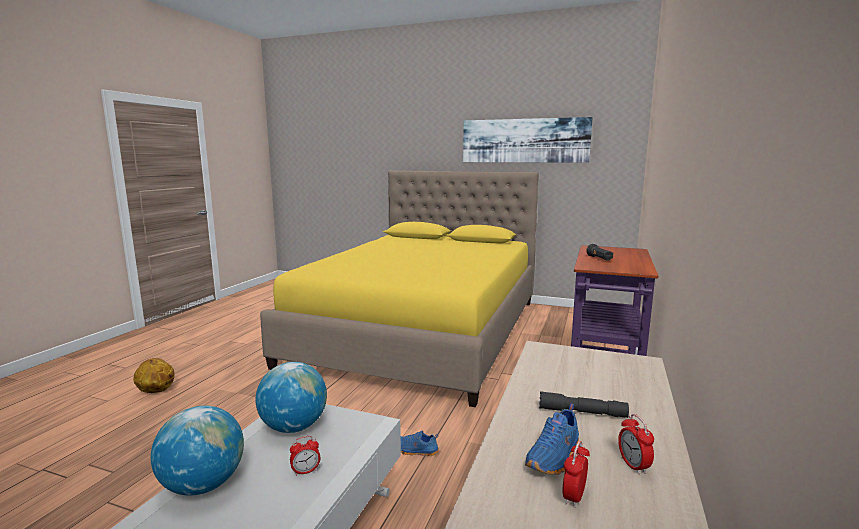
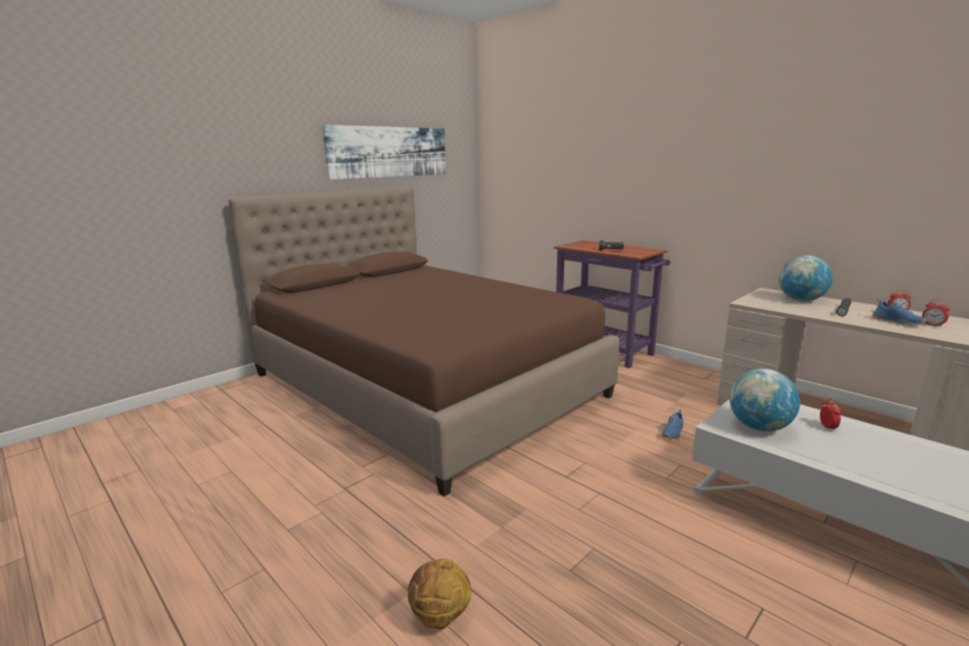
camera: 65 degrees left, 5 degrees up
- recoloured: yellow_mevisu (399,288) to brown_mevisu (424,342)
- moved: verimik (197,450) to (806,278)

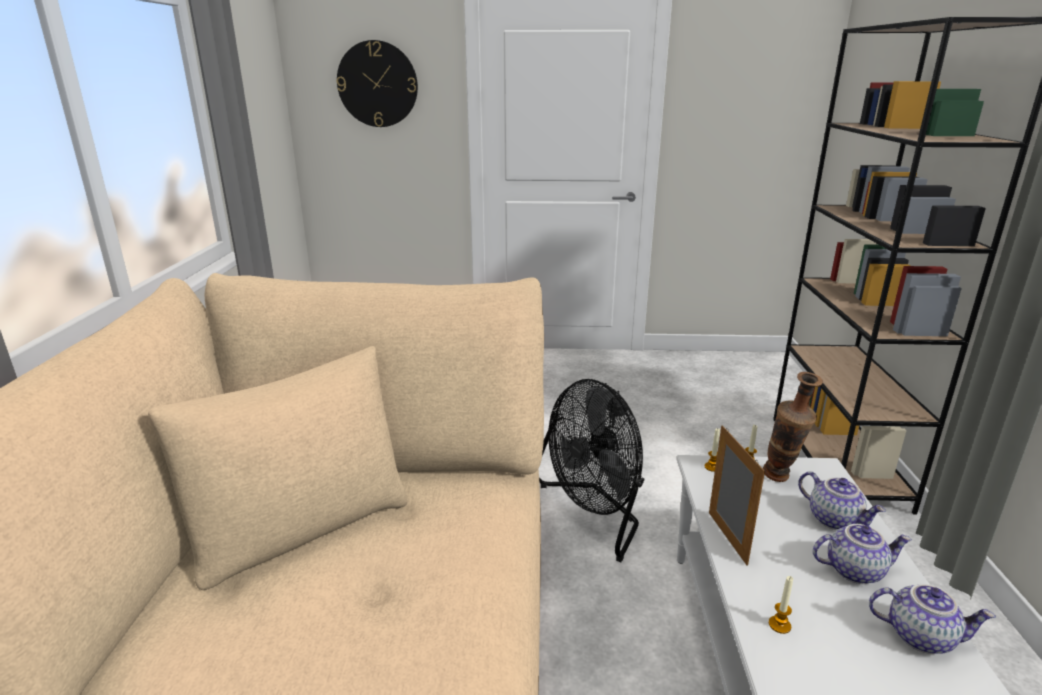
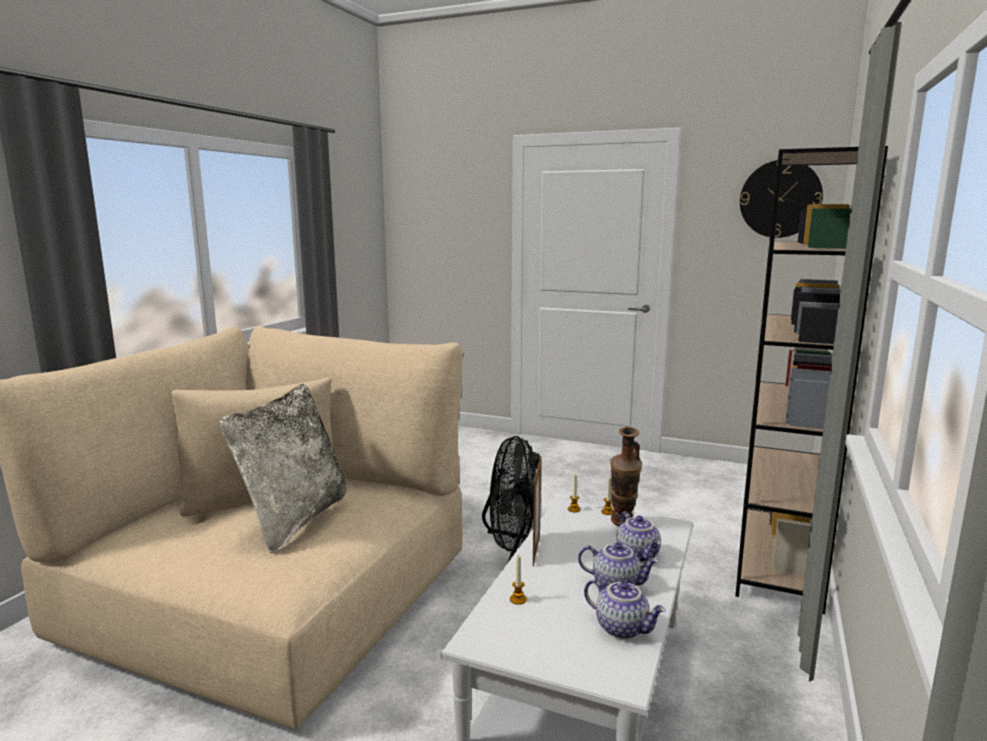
camera: 20 degrees right, 10 degrees down
- added: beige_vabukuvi (283,468)
- moved: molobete (377,83) to (781,199)

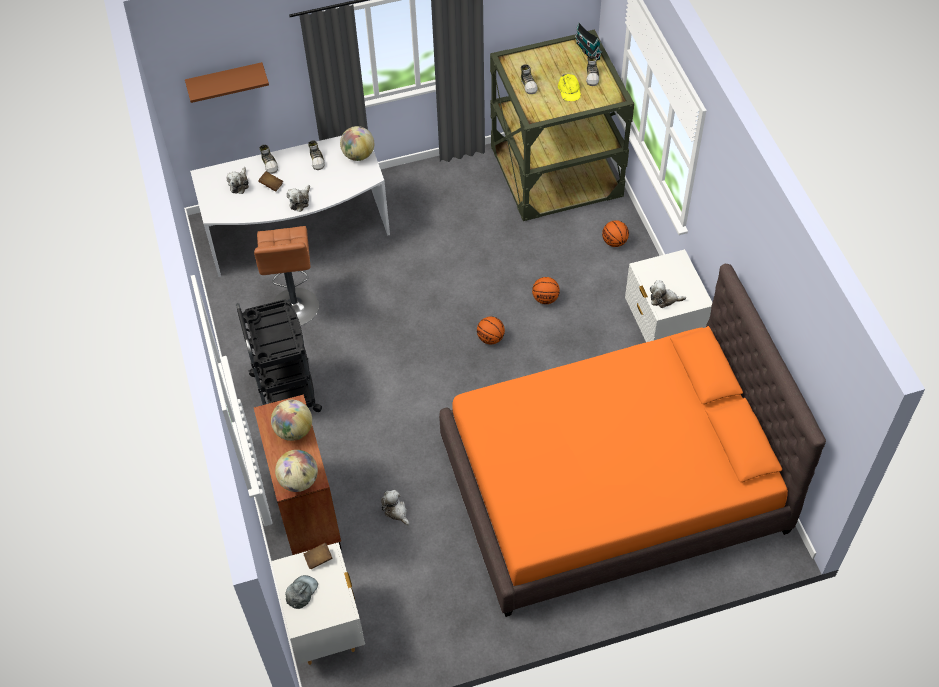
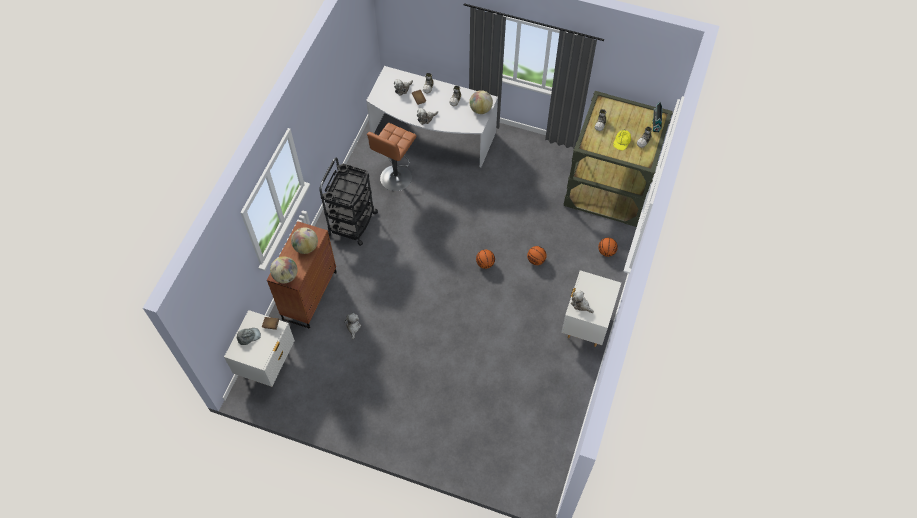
camera: 35 degrees right, 5 degrees up
- removed: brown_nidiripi (227,82)
- removed: orange_mevisu (632,440)

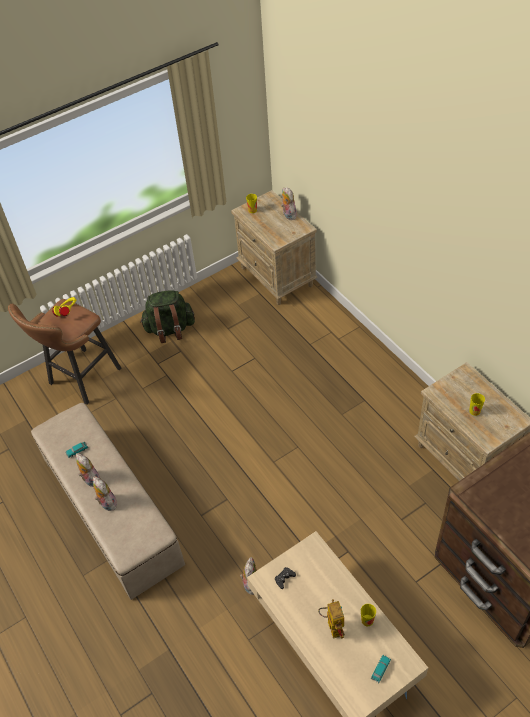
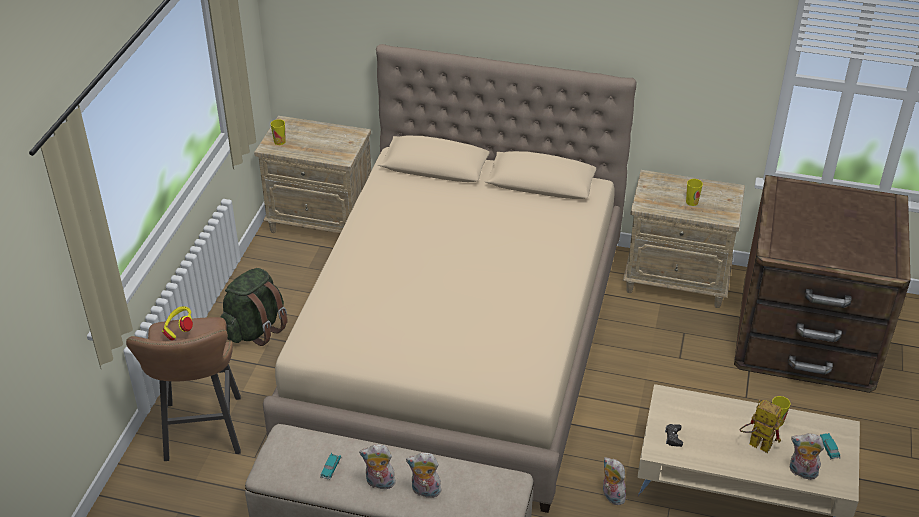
camera: 45 degrees left, 10 degrees down
- added: beige_mevisu (449,278)
- moved: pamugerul (289,203) to (807,456)

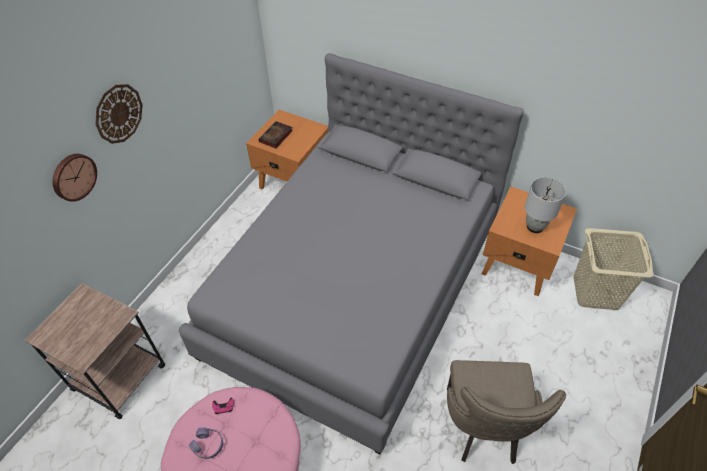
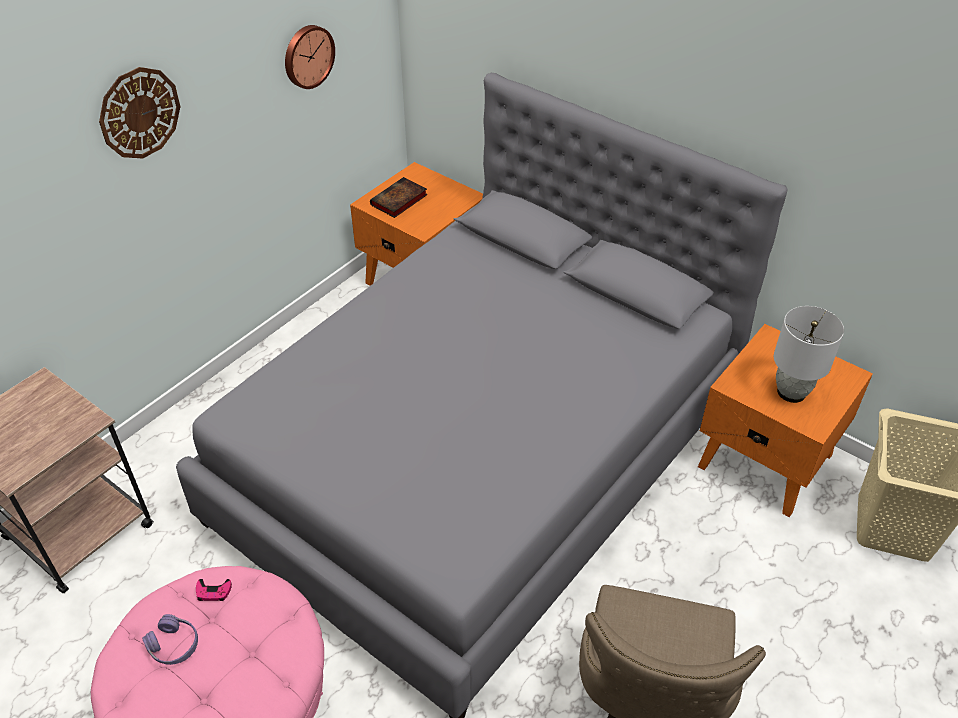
camera: 10 degrees right, 5 degrees down
- moved: molobete (75,178) to (310,57)

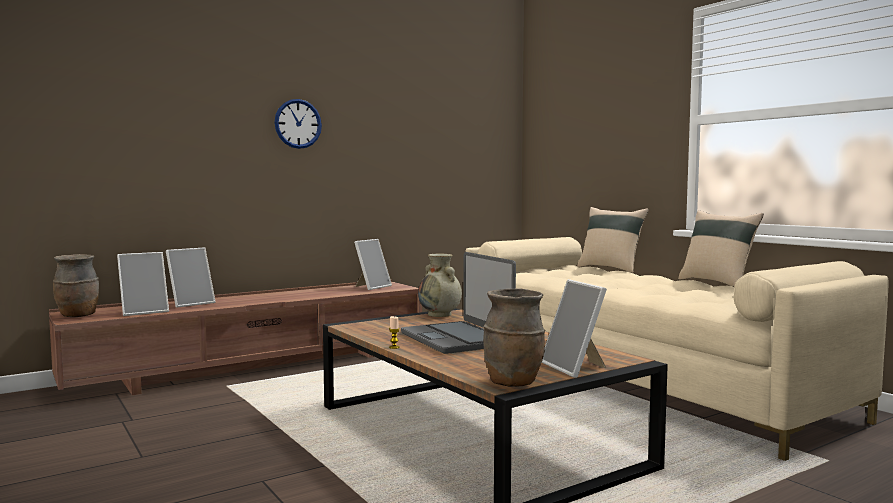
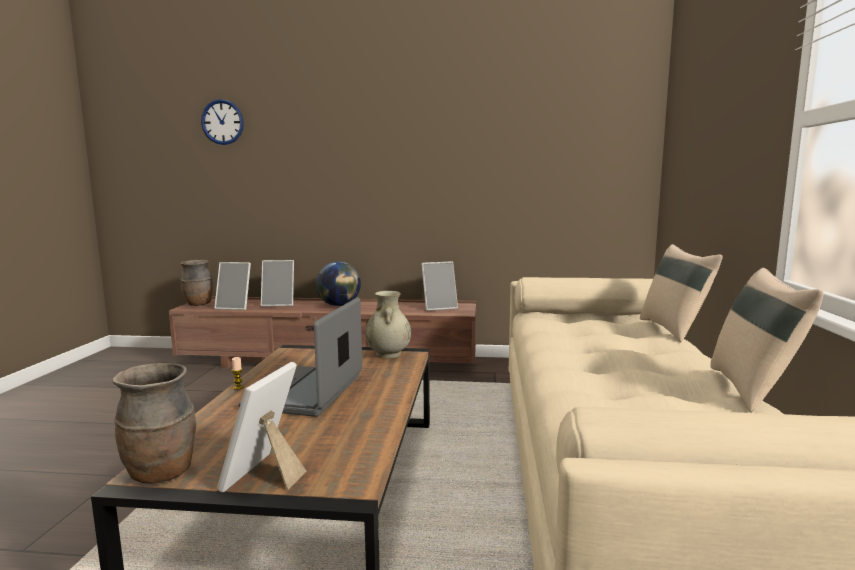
camera: 40 degrees right, 5 degrees up
- moved: molobete (298,124) to (222,122)
- added: verimik (338,284)

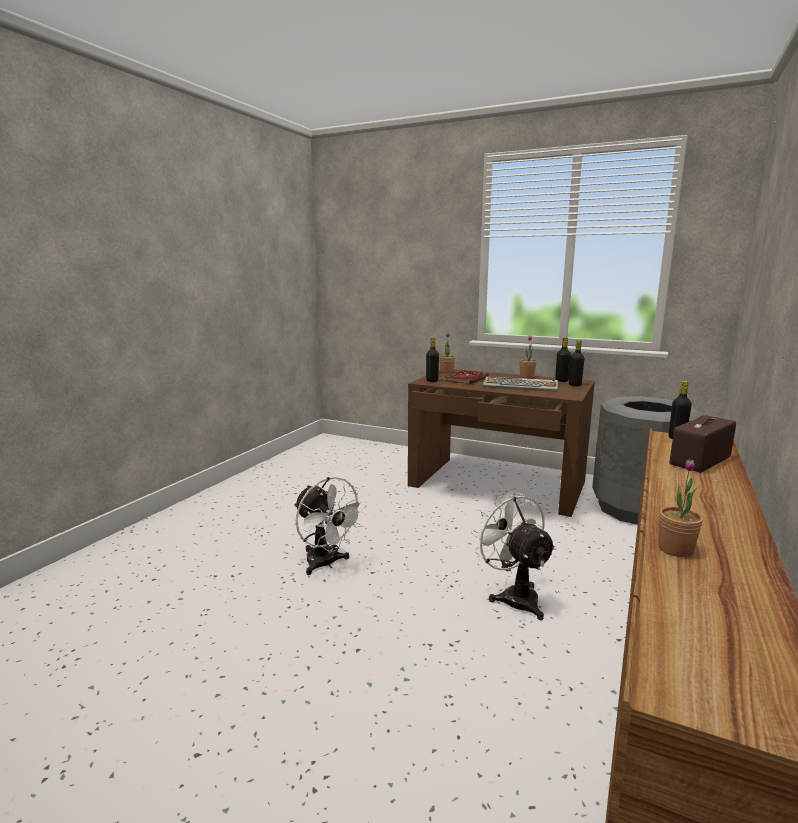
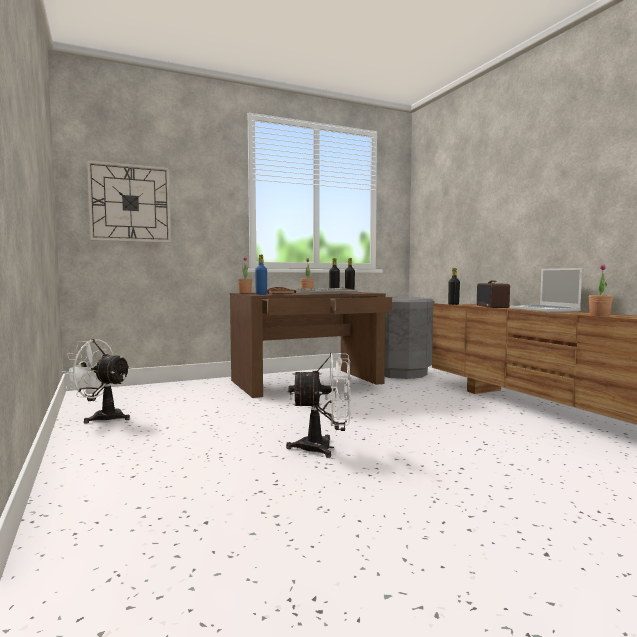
camera: 50 degrees left, 10 degrees down
- moved: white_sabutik (514,555) to (96,381)
- added: molobete (129,201)
- recoloured: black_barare (432,360) to blue_barare (261,275)
- added: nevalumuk (546,290)

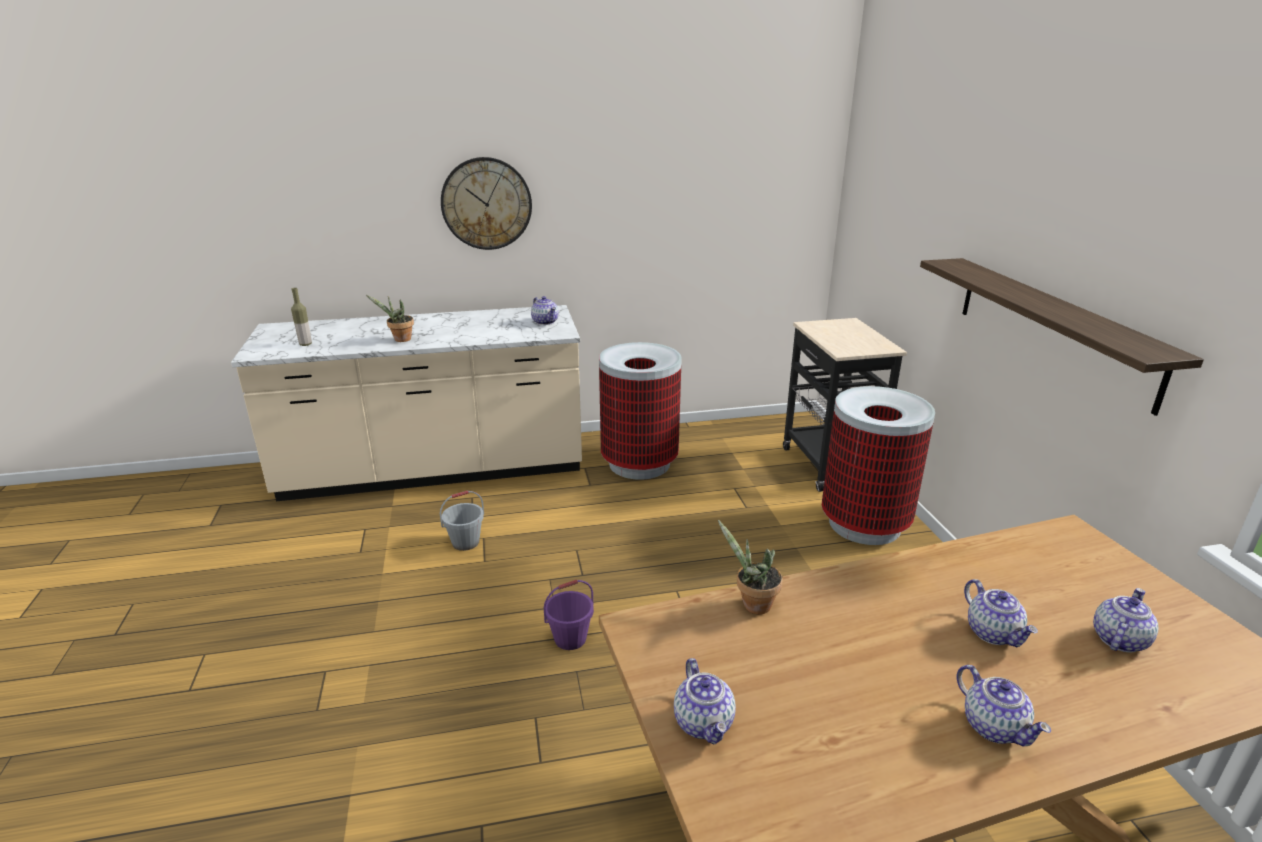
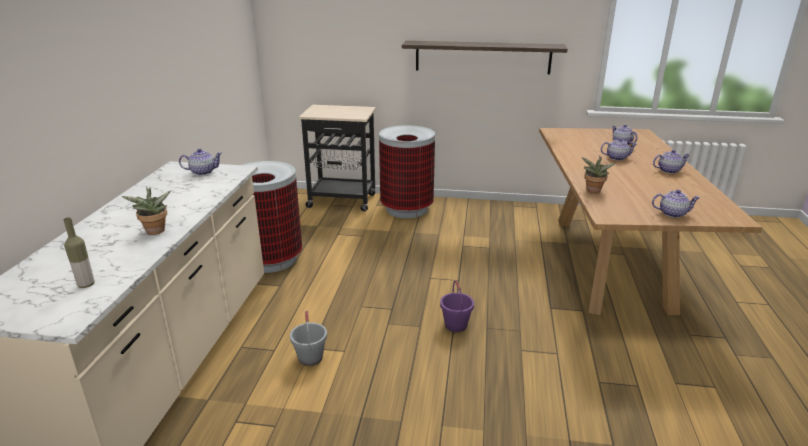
camera: 70 degrees left, 0 degrees up
- removed: molobete (486,203)

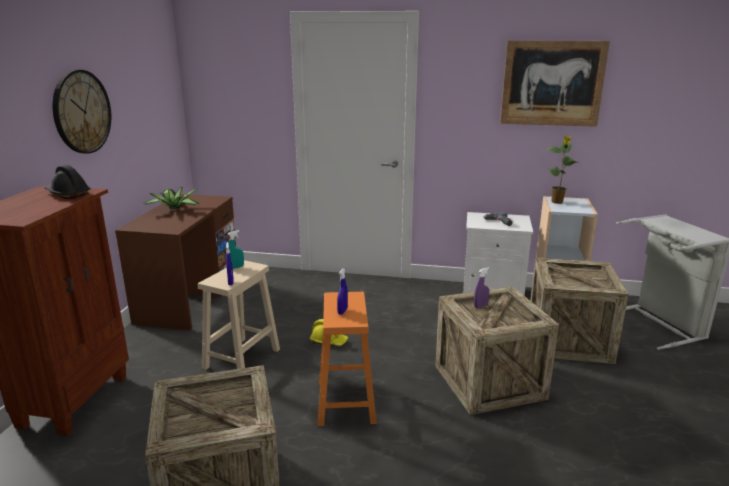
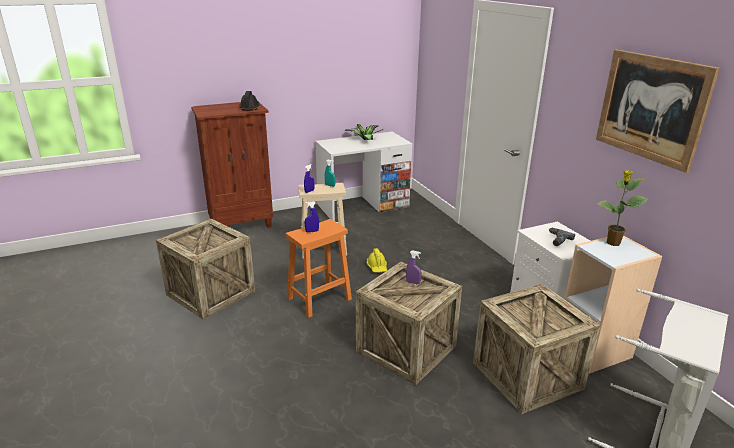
camera: 55 degrees right, 5 degrees up
- recoloured: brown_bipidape (175,262) to white_bipidape (364,176)
- removed: molobete (82,112)

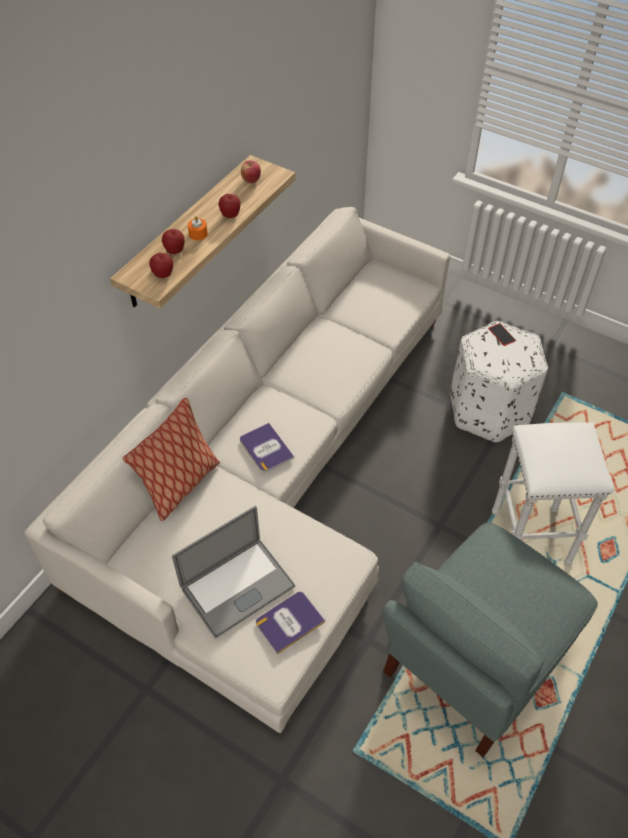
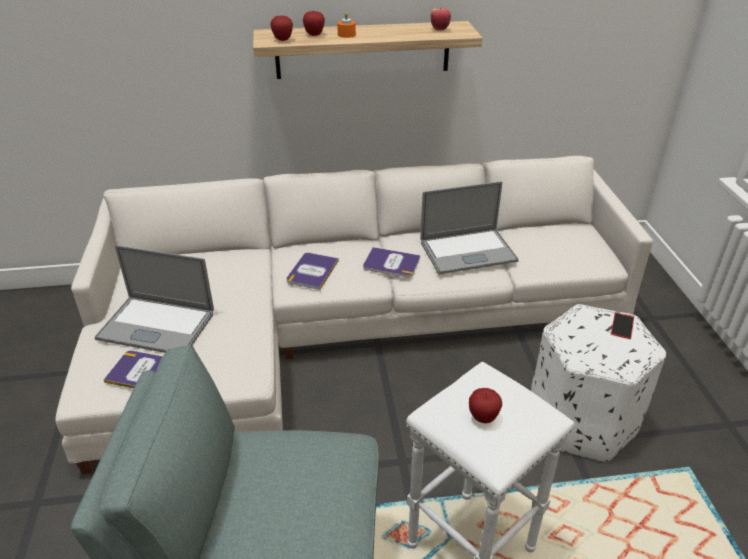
camera: 50 degrees right, 15 degrees down
- added: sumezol (391,262)
- added: nevalumuk (469,227)
- moved: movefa (229,206) to (485,405)
- removed: vabukuvi (171,459)

